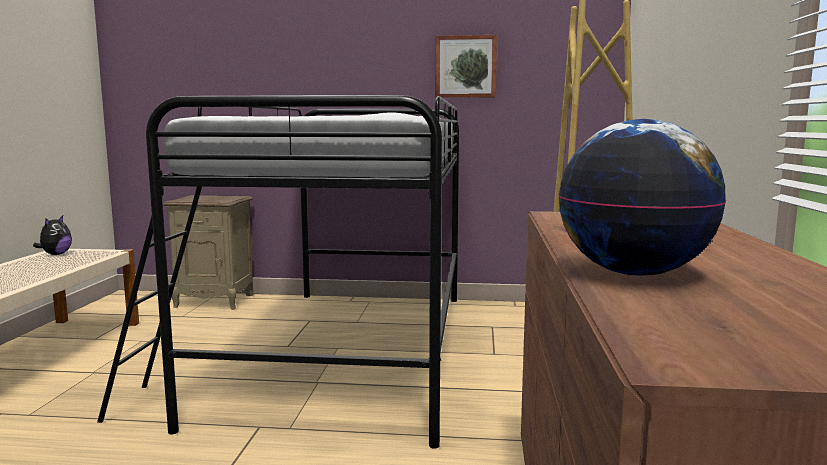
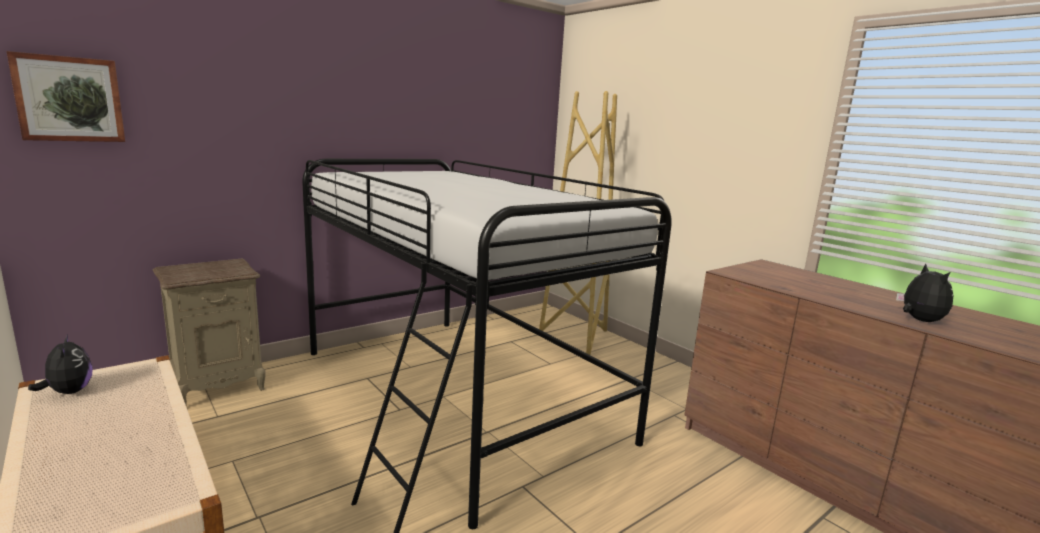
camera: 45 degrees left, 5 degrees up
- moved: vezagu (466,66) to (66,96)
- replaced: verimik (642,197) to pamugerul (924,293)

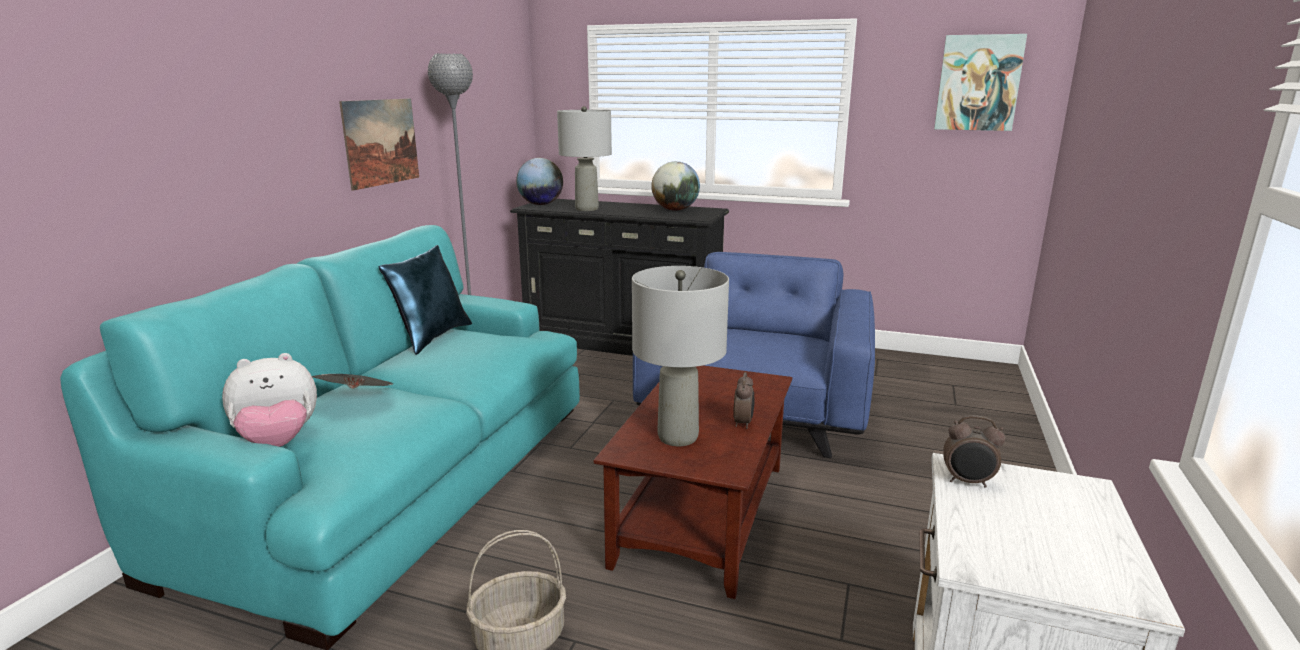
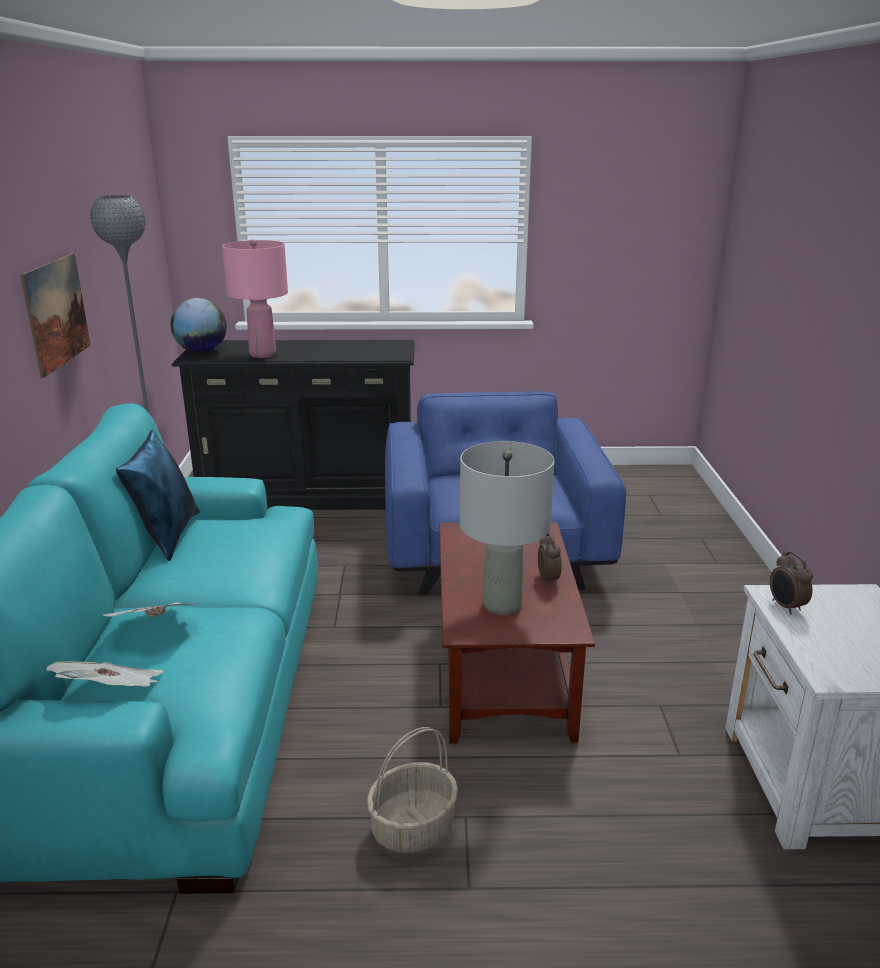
camera: 20 degrees left, 5 degrees up
- replaced: pamugerul (269,400) to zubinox (105,674)
- recoloured: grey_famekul (584,158) to pink_famekul (255,298)
- turned: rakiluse (974,451) = (791,583) 75 degrees clockwise
- removed: verimik (675,186)
- removed: vezagu (980,82)

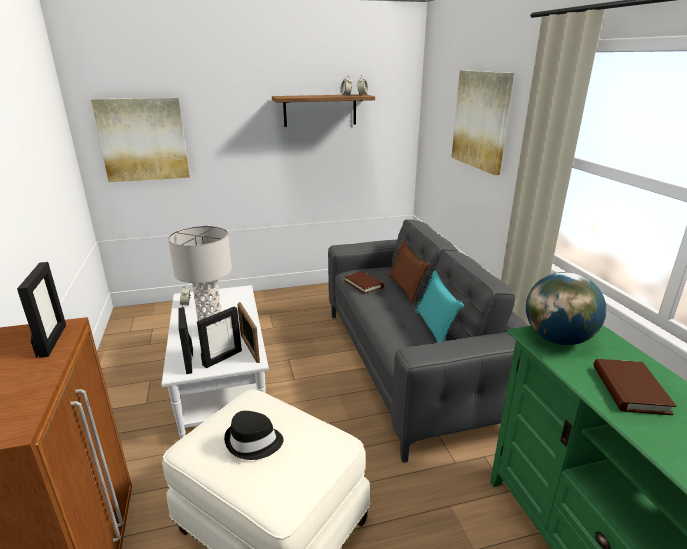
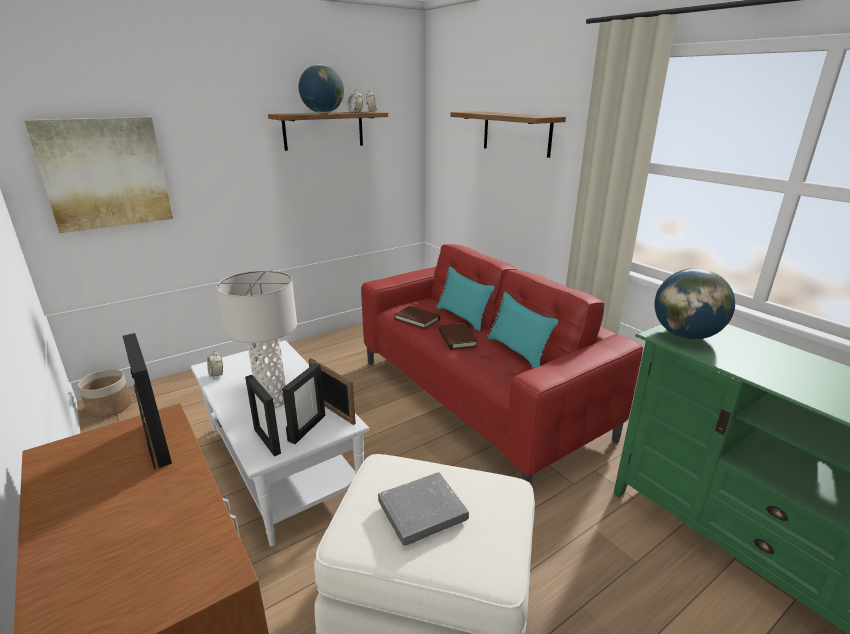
camera: 20 degrees left, 0 degrees up
- added: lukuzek (104,393)
- added: verimik (321,88)
- recoloured: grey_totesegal (428,341) to red_totesegal (502,364)
- replaced: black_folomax (253,435) to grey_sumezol (423,509)
- recoloured: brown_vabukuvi (409,271) to turquoise_vabukuvi (465,299)
- moved: brown_sumezol (635,387) to (458,336)
- replaced: vezagu (482,122) to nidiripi (508,134)

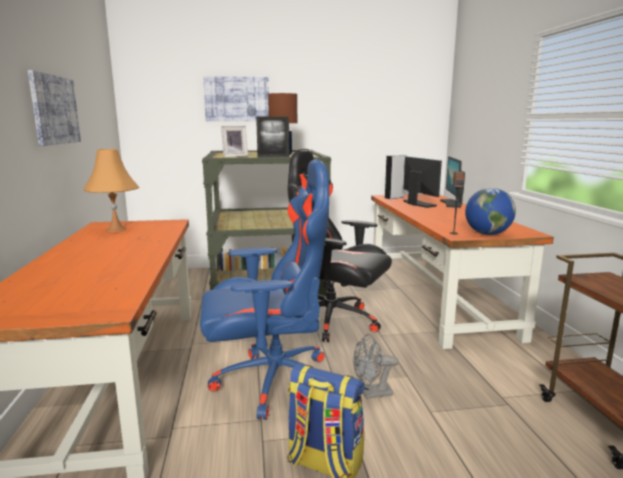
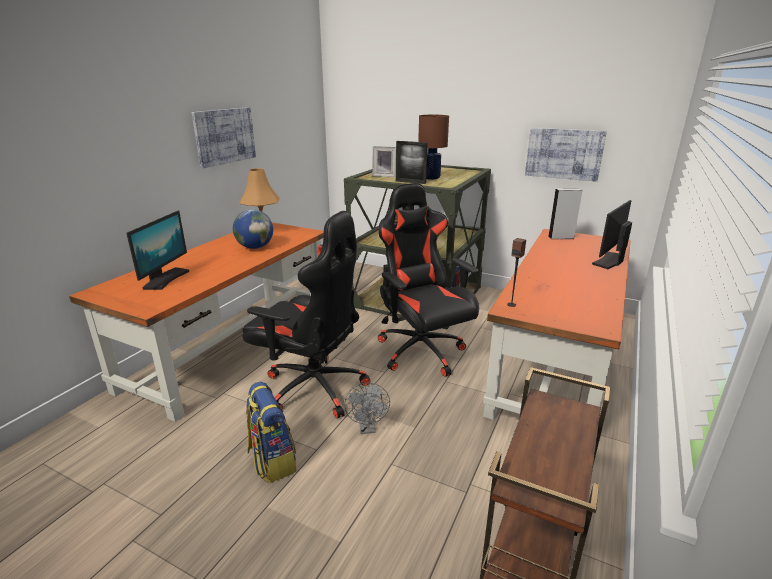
camera: 35 degrees right, 10 degrees up
- moved: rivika (422,182) to (157,250)
- moved: verimik (490,211) to (253,229)
- recoloured: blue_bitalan (264,289) to black_bitalan (306,314)
- turned: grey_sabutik (376,366) = (367,408) 120 degrees counterclockwise
- moved: vezagu (236,98) to (566,155)

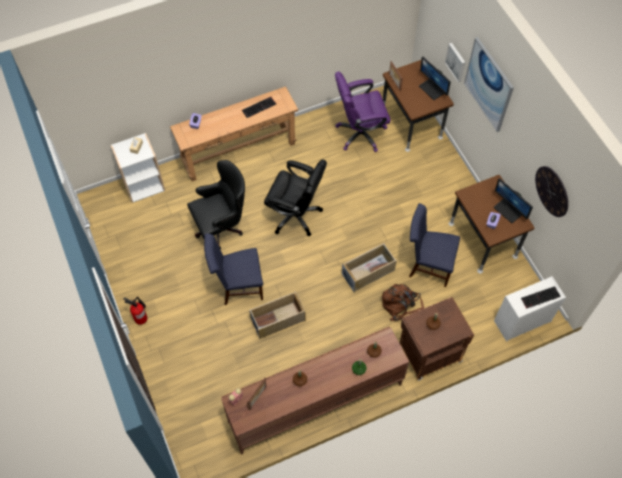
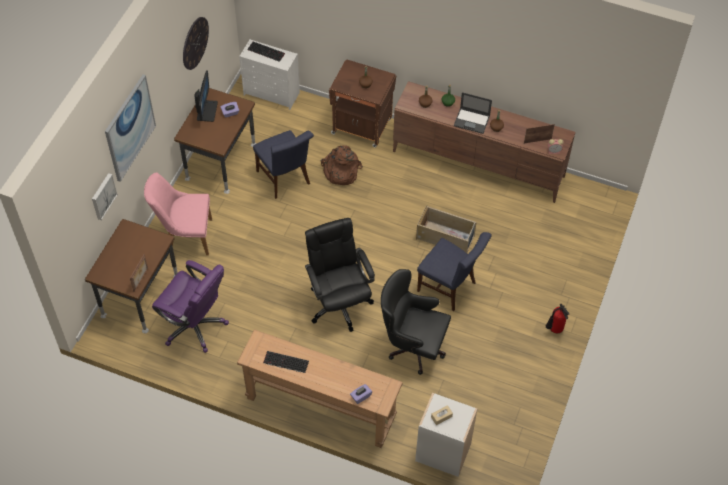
camera: 135 degrees left, 5 degrees down
- added: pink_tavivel (178,214)
- added: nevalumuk (473,113)
- removed: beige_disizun (369,268)
- removed: rivika (435,78)

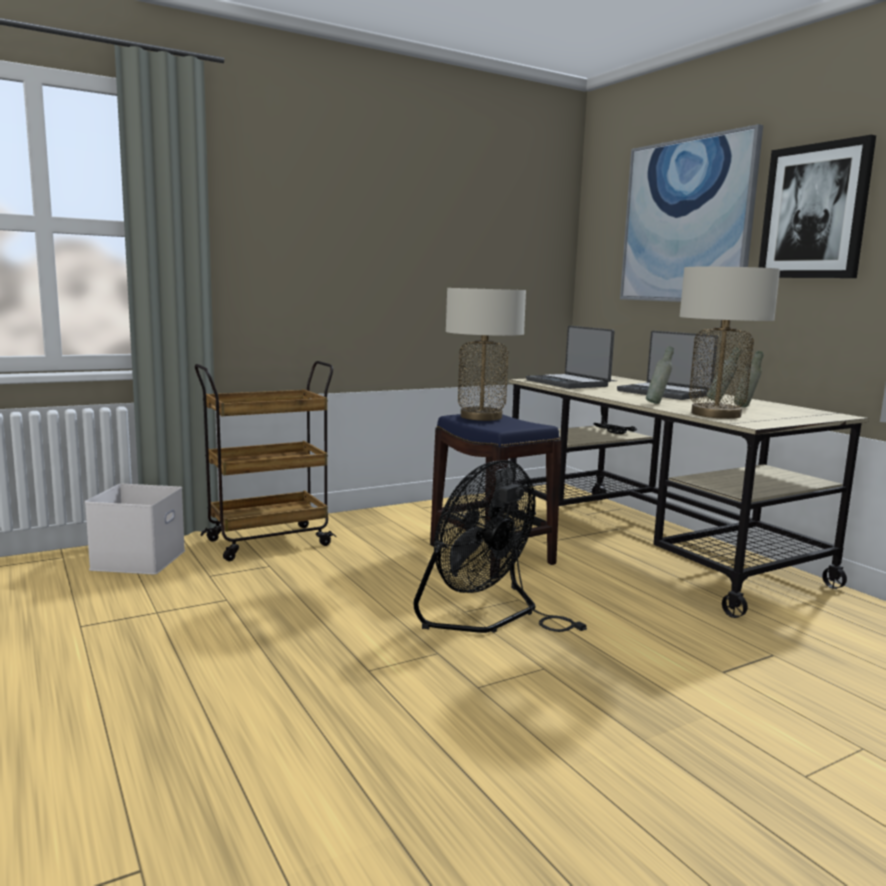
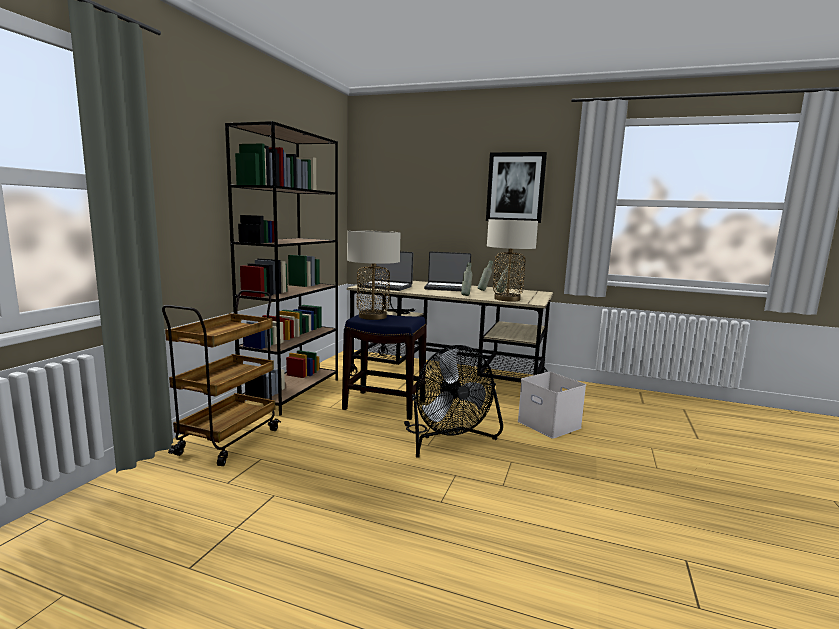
camera: 40 degrees left, 0 degrees up
- added: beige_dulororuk (281,268)
- turned: black_sabutik (500,546) = (453,401) 120 degrees counterclockwise
- moved: white_disizun (135,529) to (552,405)
- removed: vezagu (691,213)

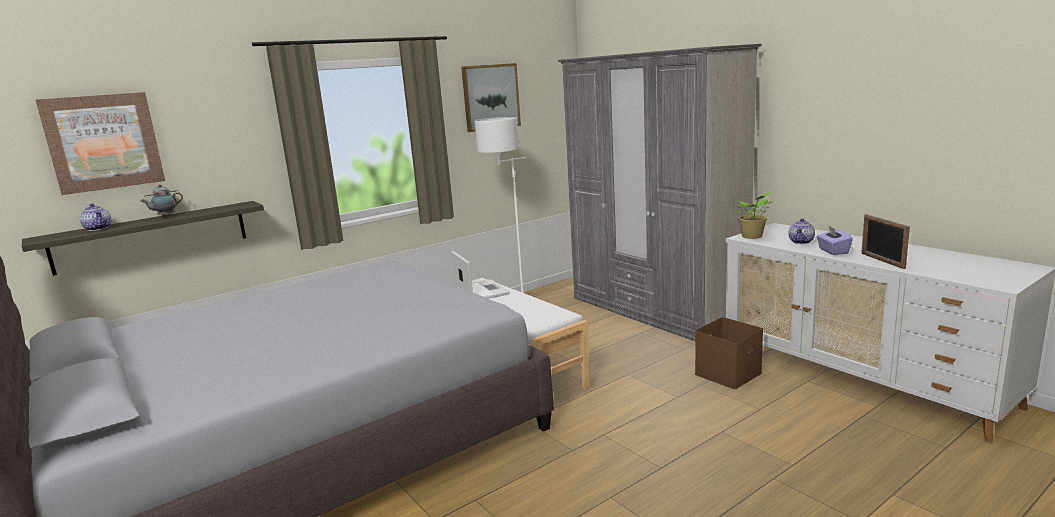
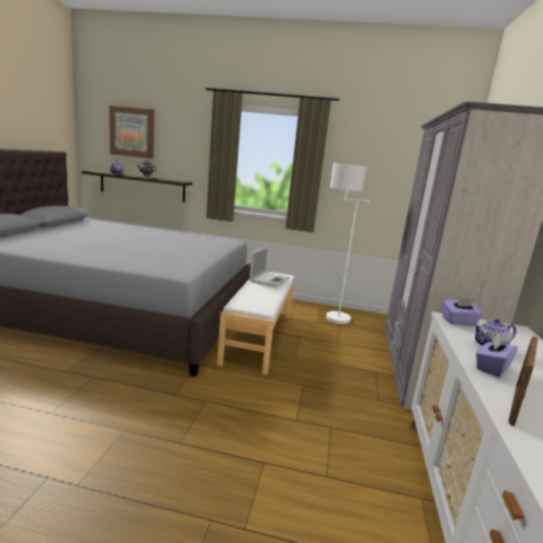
camera: 45 degrees right, 0 degrees up
- replaced: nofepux (753,215) to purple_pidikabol (462,311)
- removed: vezagu (491,97)
- removed: brown_disizun (729,353)

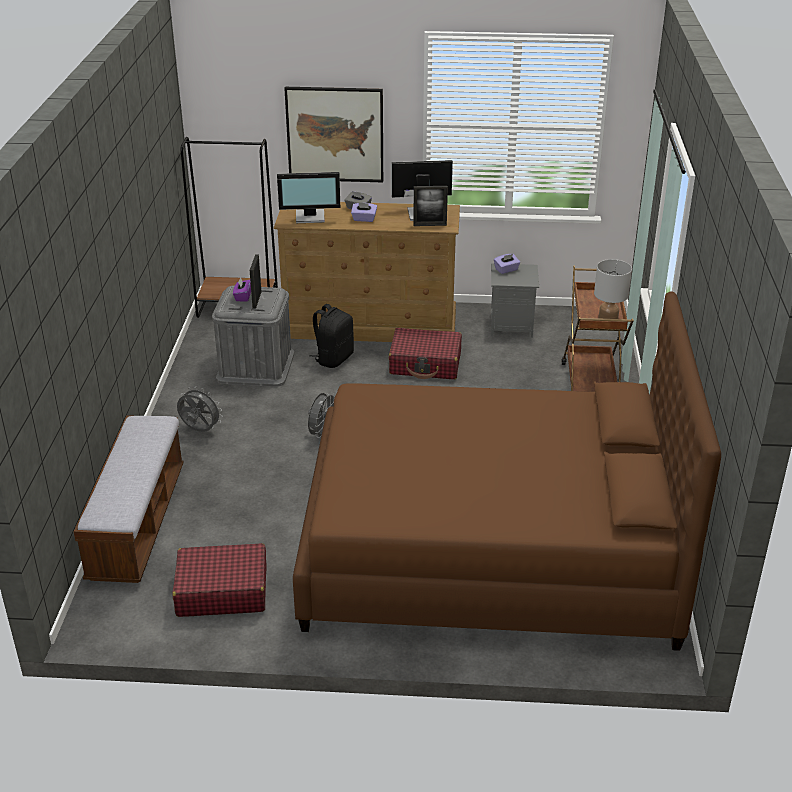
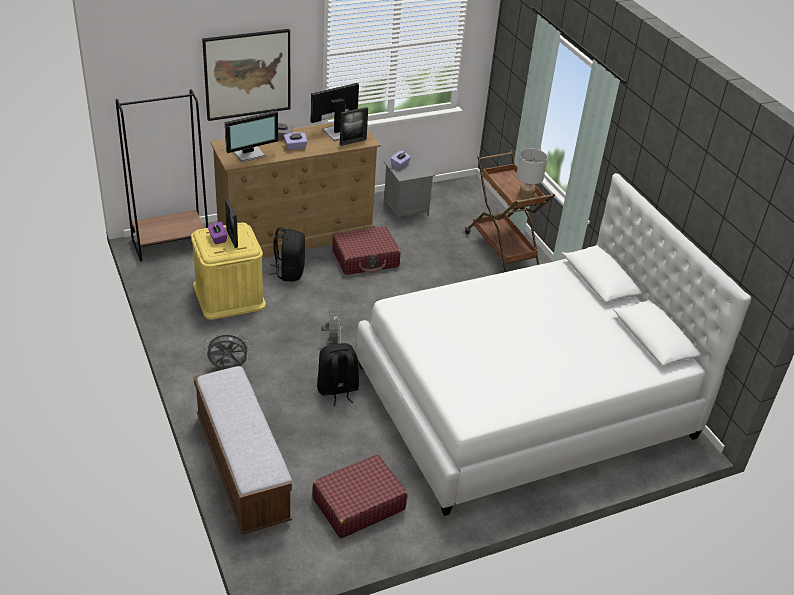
camera: 30 degrees left, 5 degrees up
- recoloured: grey_disizun (253,336) to yellow_disizun (228,271)
- added: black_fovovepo (338,374)
- recoloured: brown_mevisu (507,471) to white_mevisu (553,344)

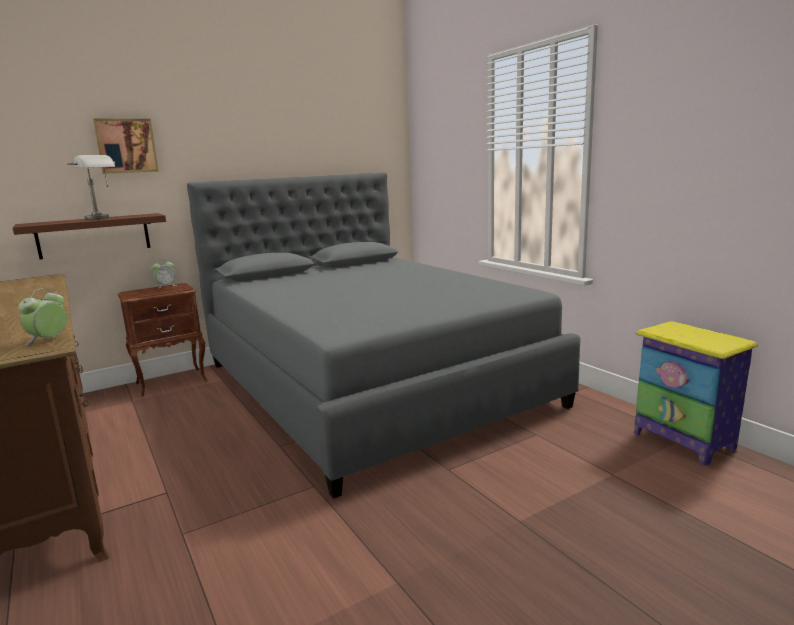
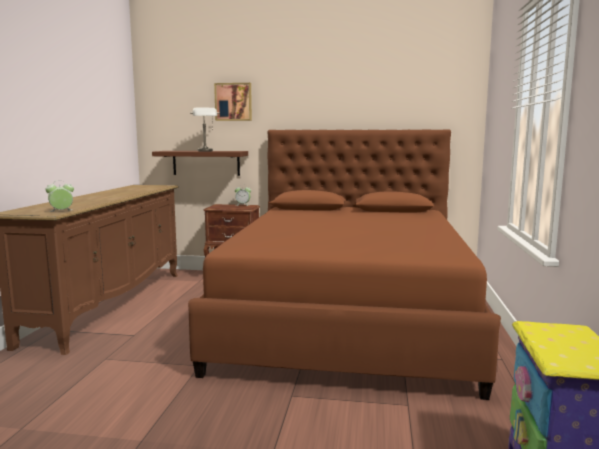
camera: 40 degrees right, 5 degrees down
- recoloured: grey_mevisu (384,335) to brown_mevisu (344,264)

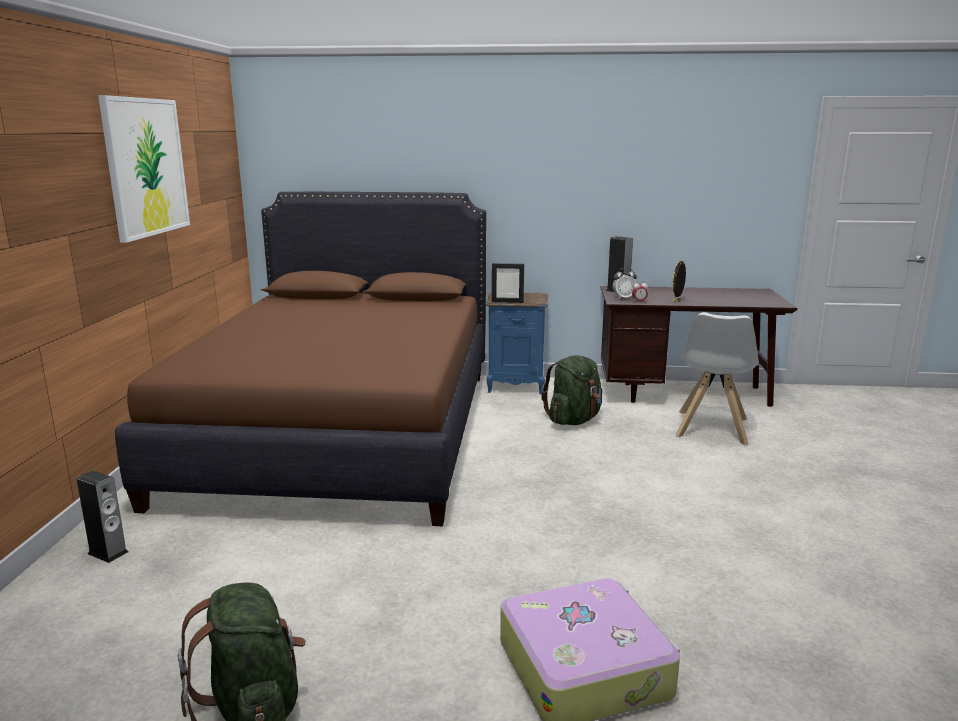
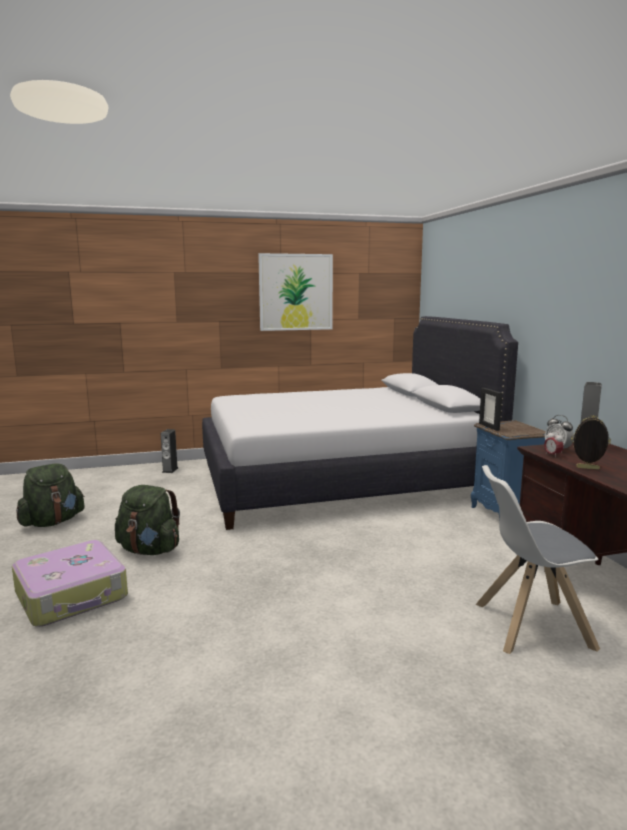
camera: 70 degrees right, 5 degrees down
- moved: green_fovovepo (571,390) to (147,520)
- recoloured: brown_mevisu (300,359) to white_mevisu (360,423)

